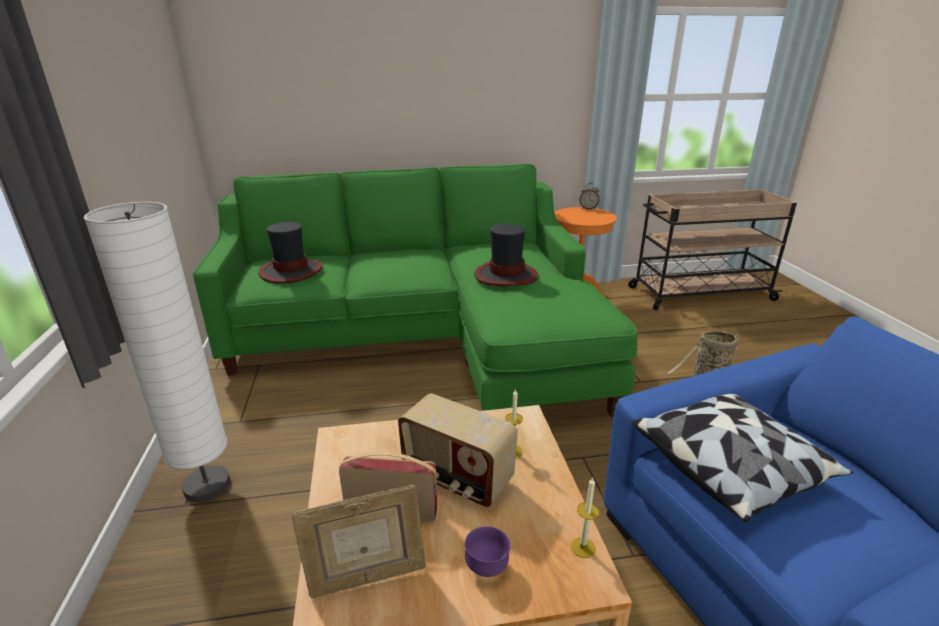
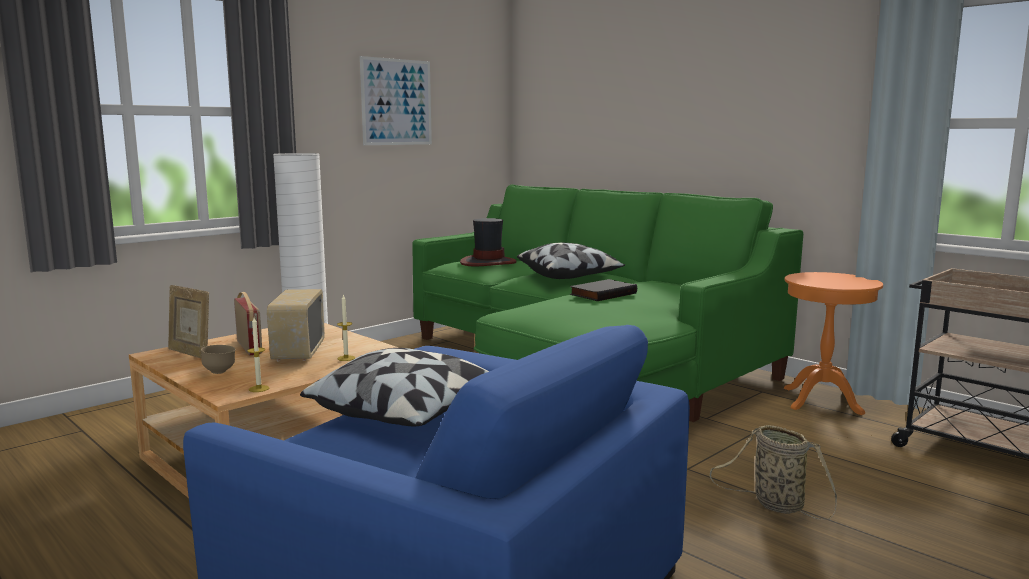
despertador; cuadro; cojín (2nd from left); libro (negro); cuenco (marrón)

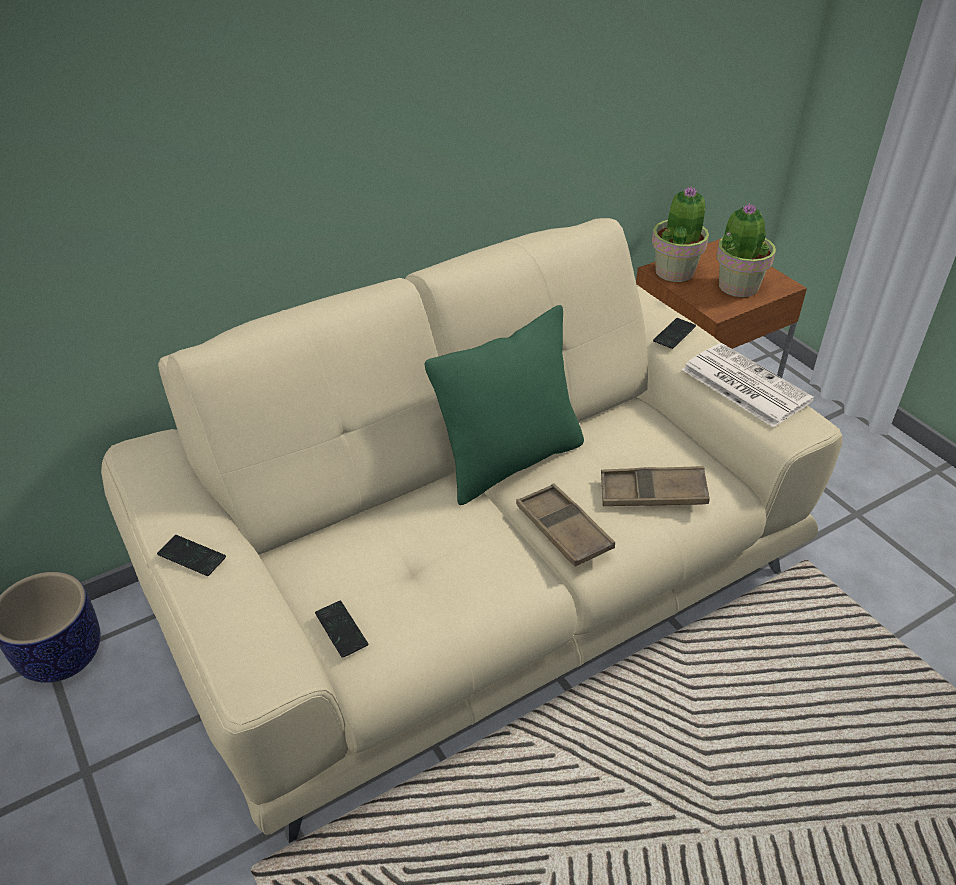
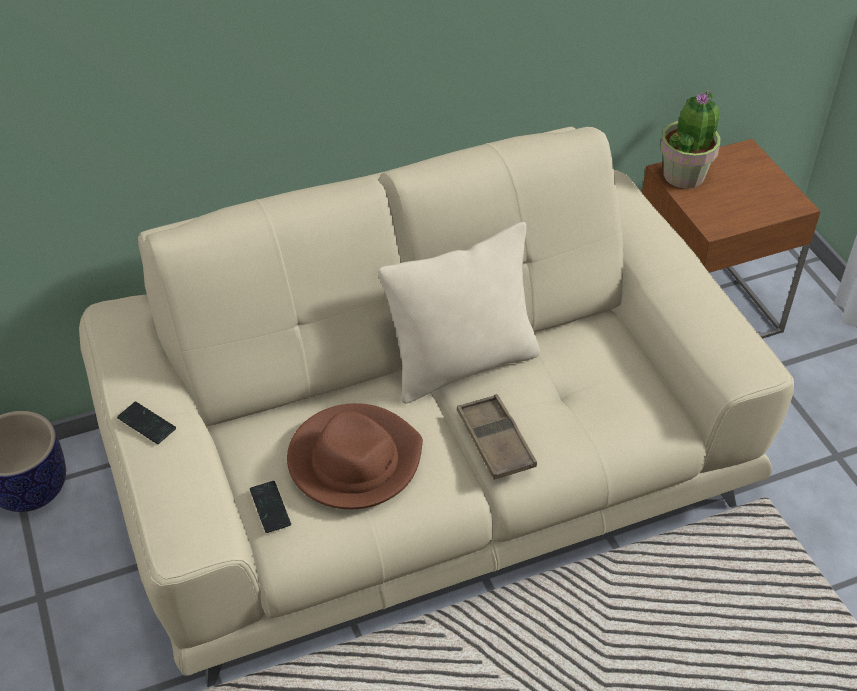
bandeja (marrón) (2nd from left in the first image); móvil (3rd from left in the first image); periódico; planta en maceta (2nd from left in the first image); sombrero (marrón); cojín (beis)

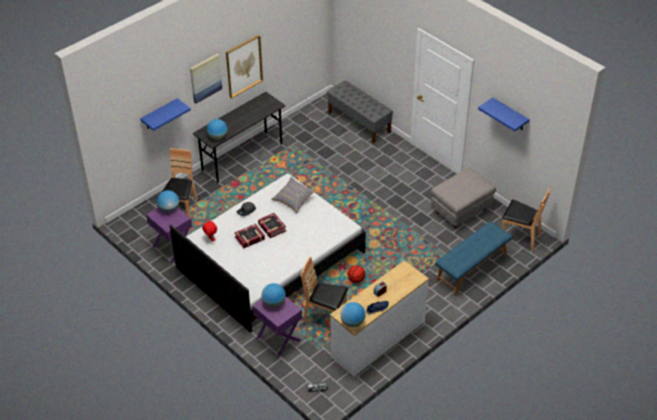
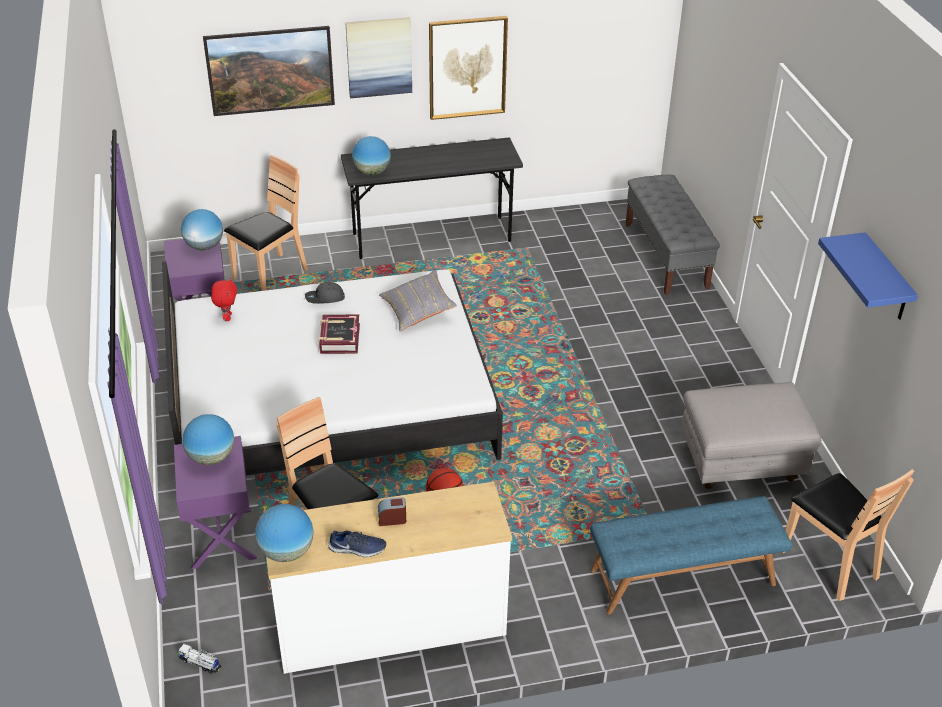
libro (1st from left in the first image); cuadro (1st from left)

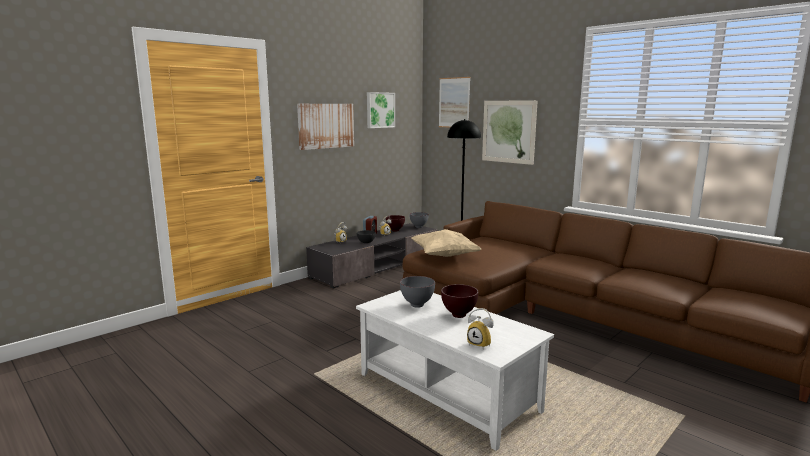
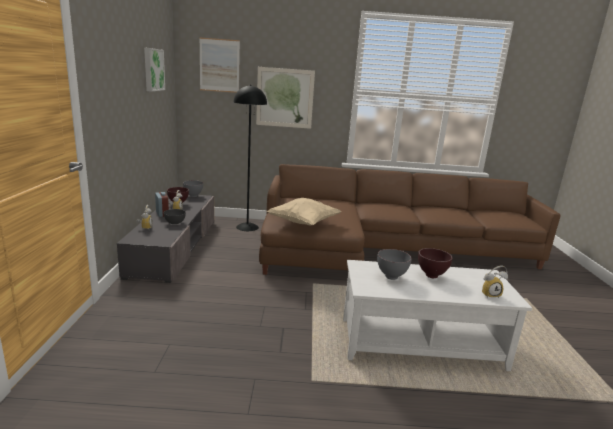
cuadro (1st from left in the first image)

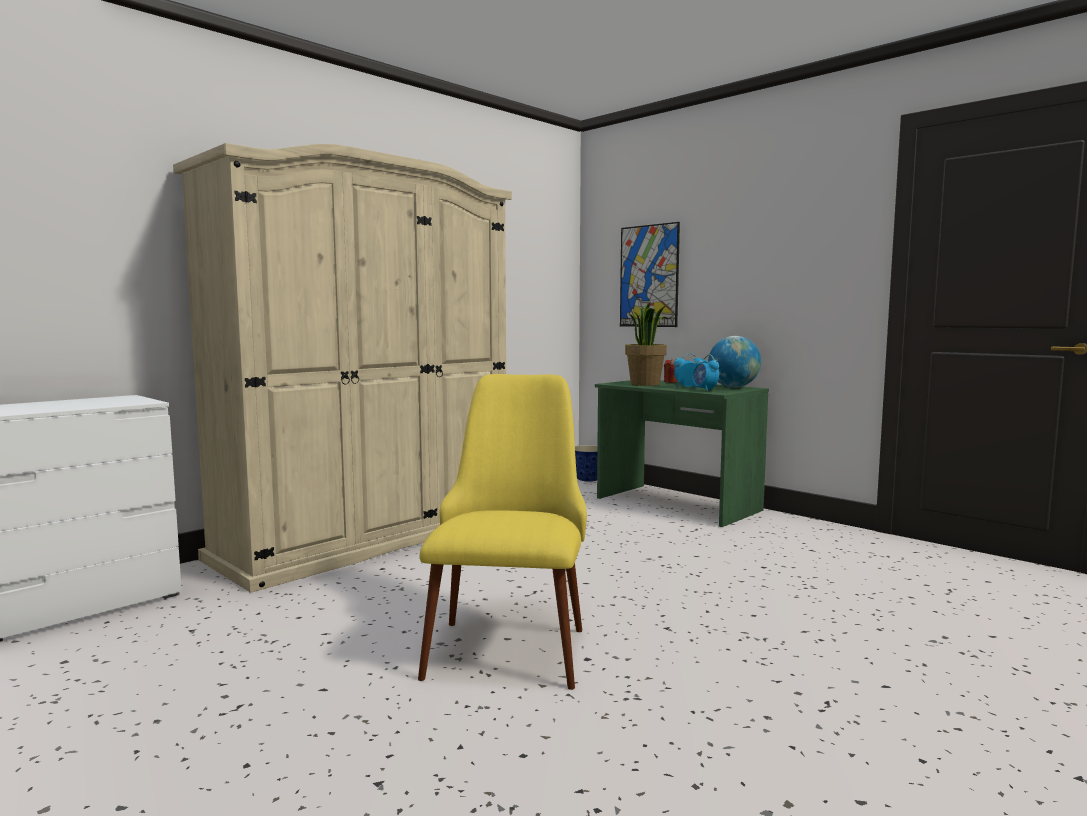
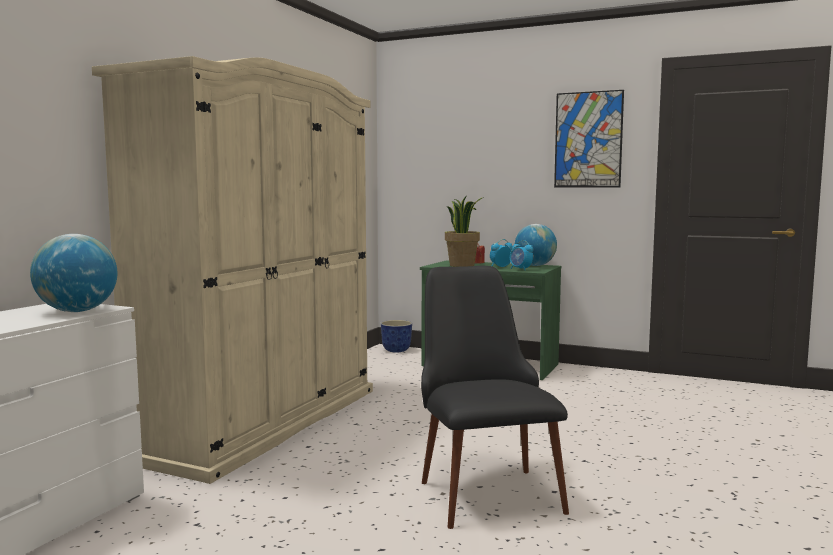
globo terráqueo (1st from left); cuadro; silla (negro)

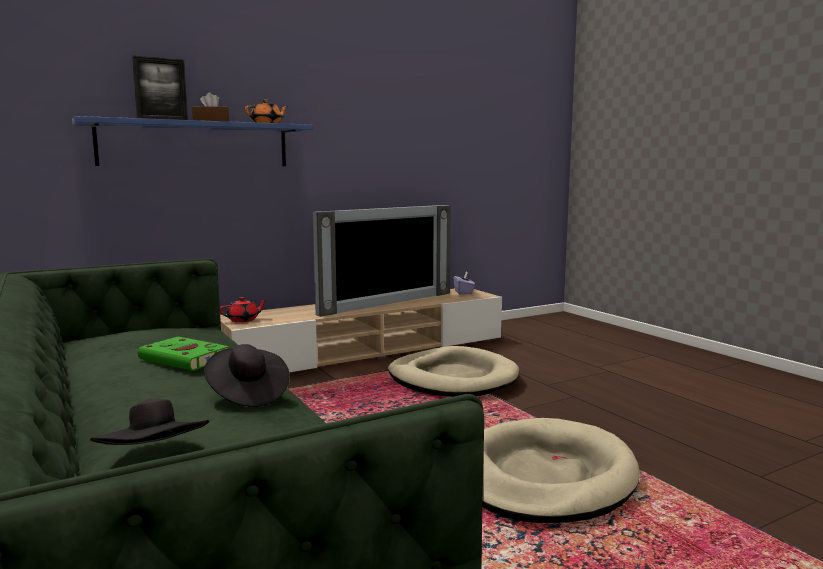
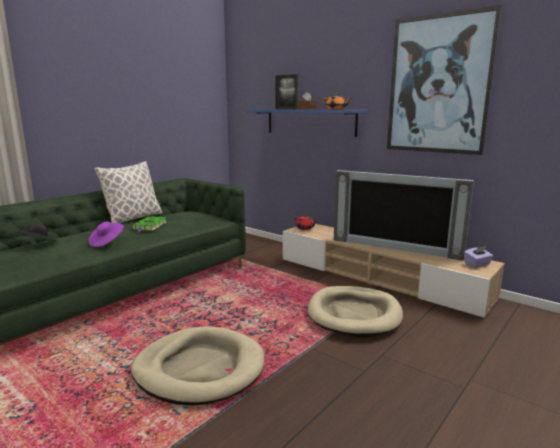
cojín; cuadro; sombrero (morado)

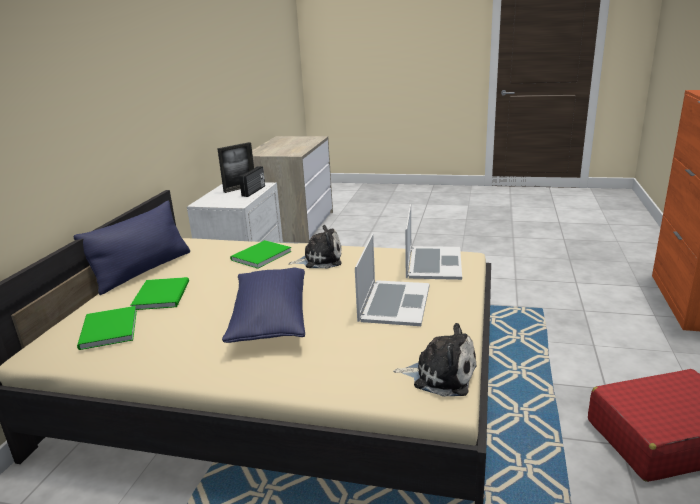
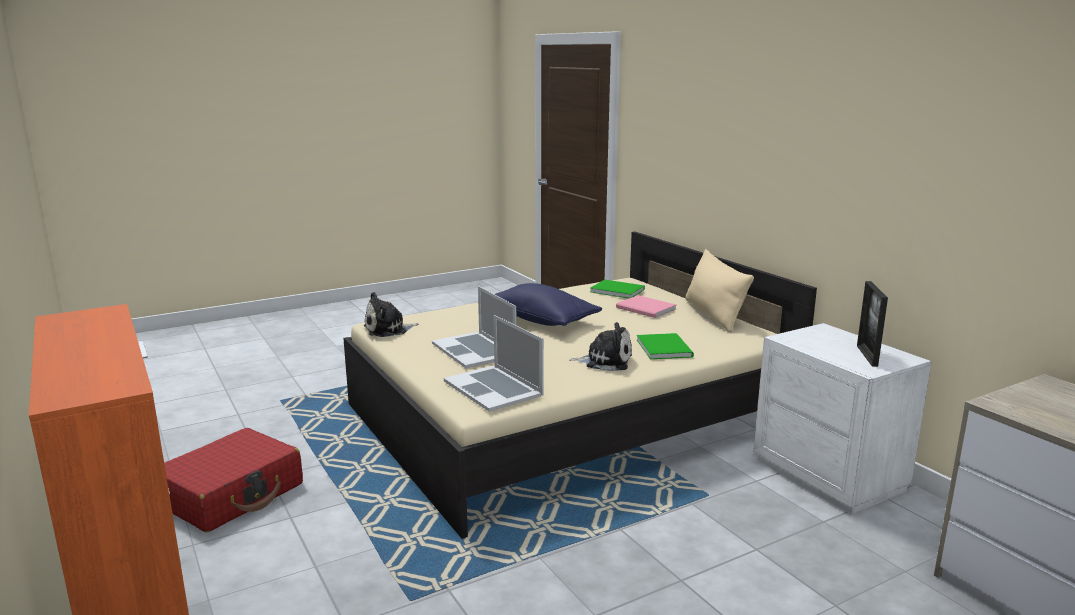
radio; cojín (beis); libro (rosa); peluche (2nd from left)

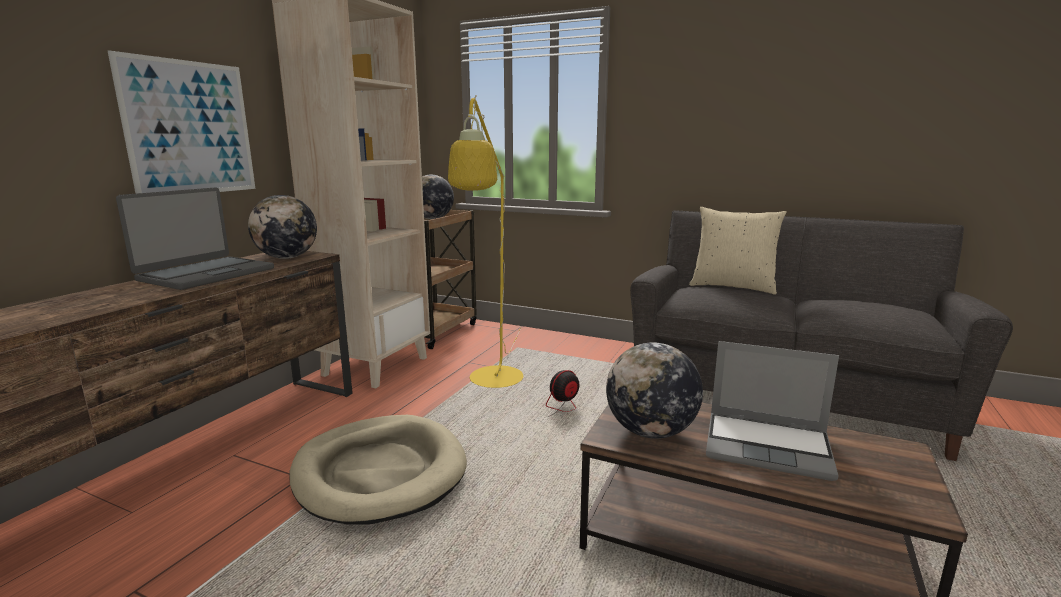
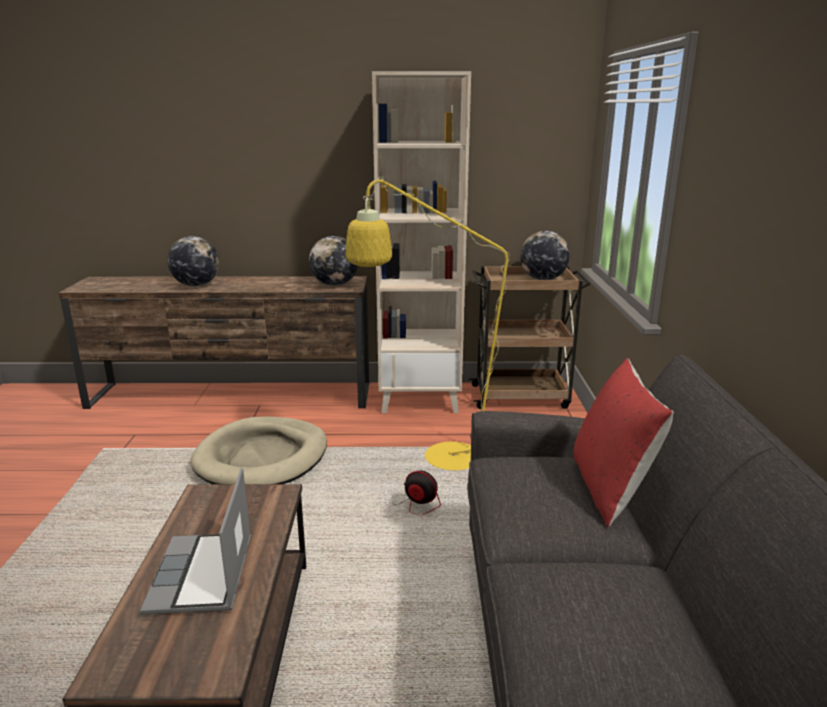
cuadro; portátil (1st from left in the first image); globo terráqueo (1st from left); cojín (rojo)

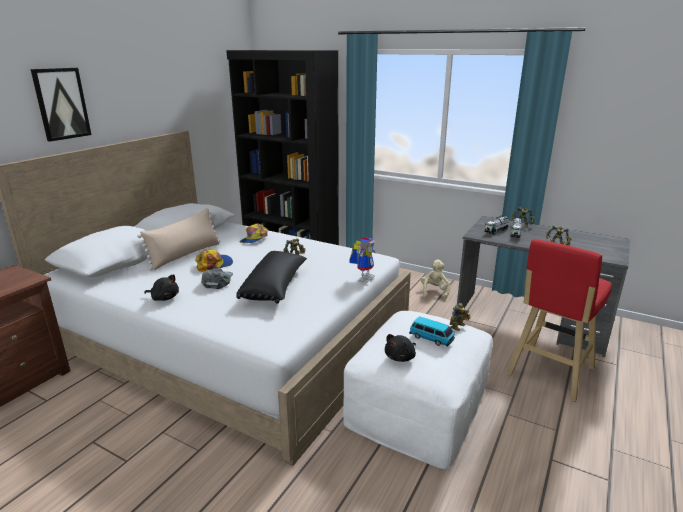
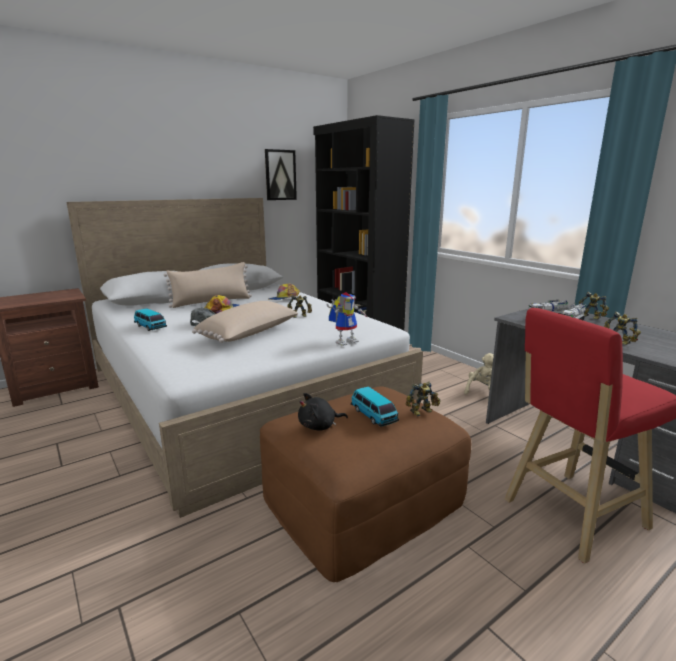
cuadro; coche de juguete (1st from left); cojín (beis) (2nd from left); puf (marrón)

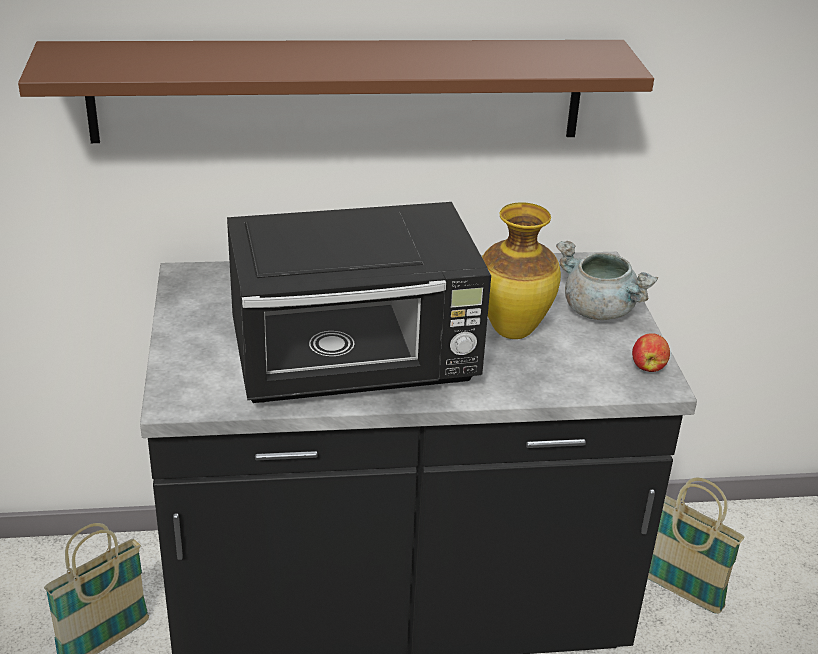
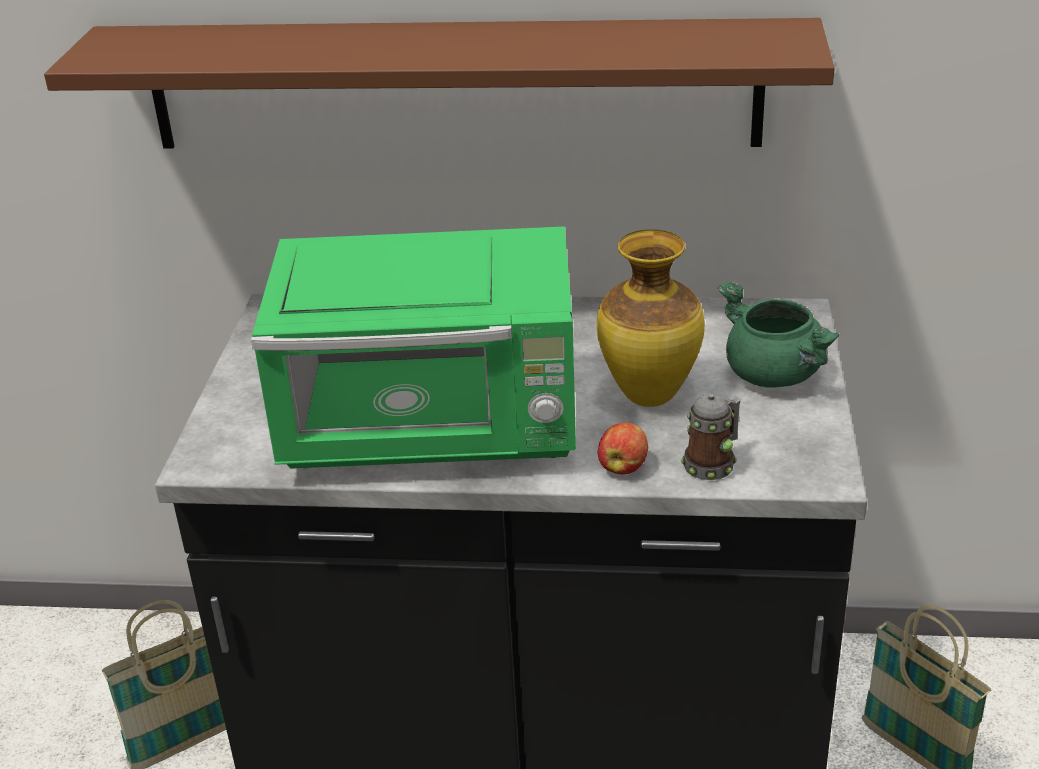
taza grande; manzana; microondas (verde); olla (verde)

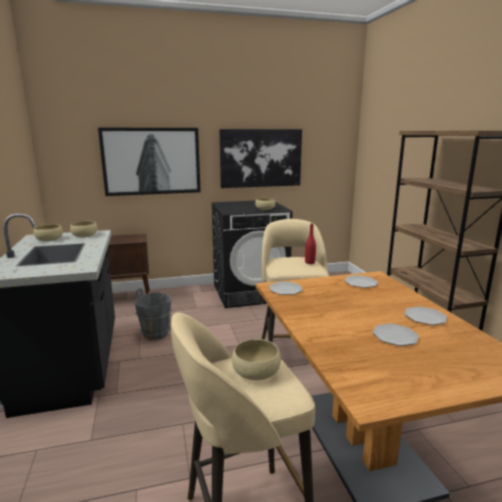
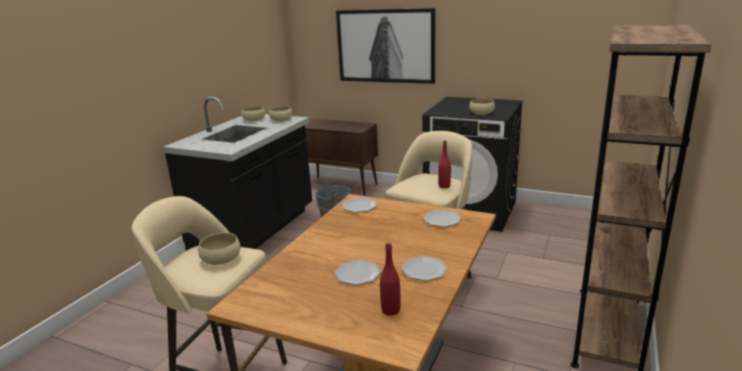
cuadro (2nd from left in the first image); botella (rojo) (1st from left)

